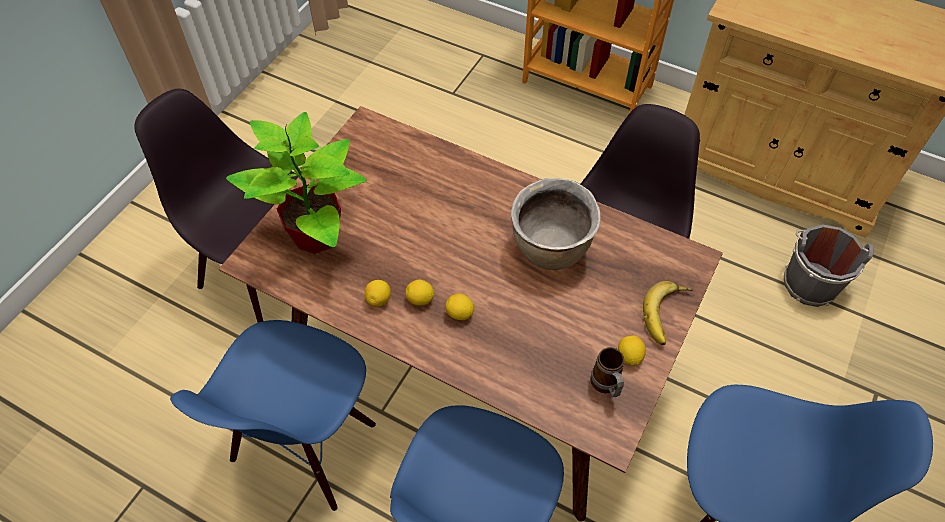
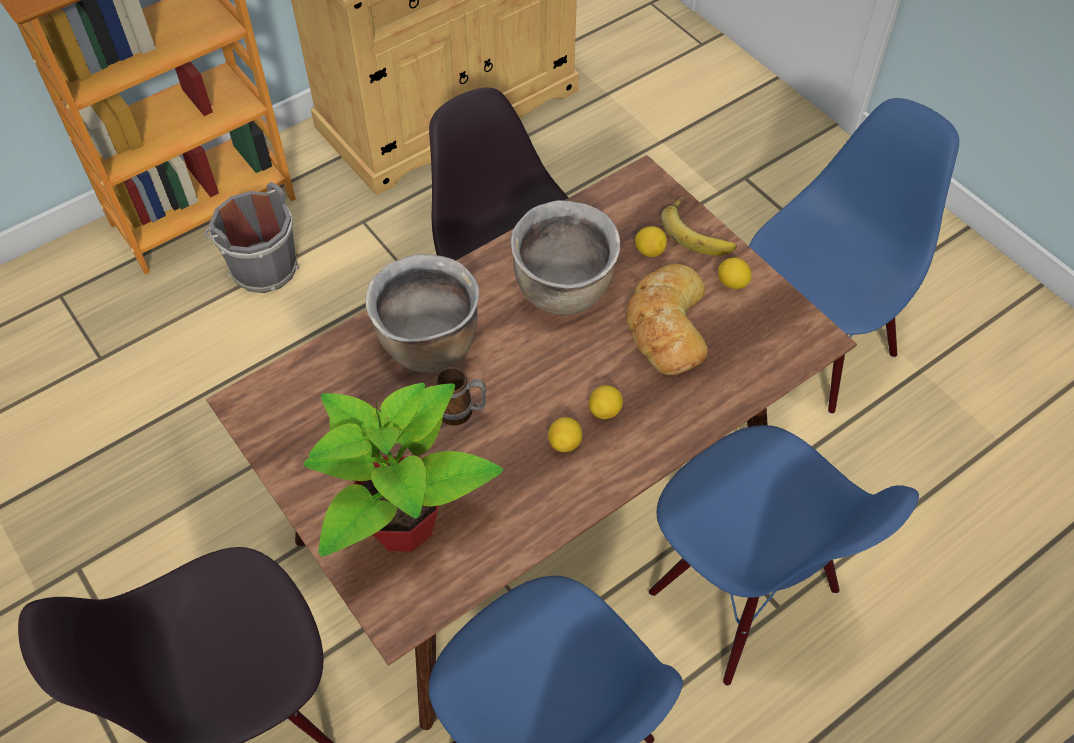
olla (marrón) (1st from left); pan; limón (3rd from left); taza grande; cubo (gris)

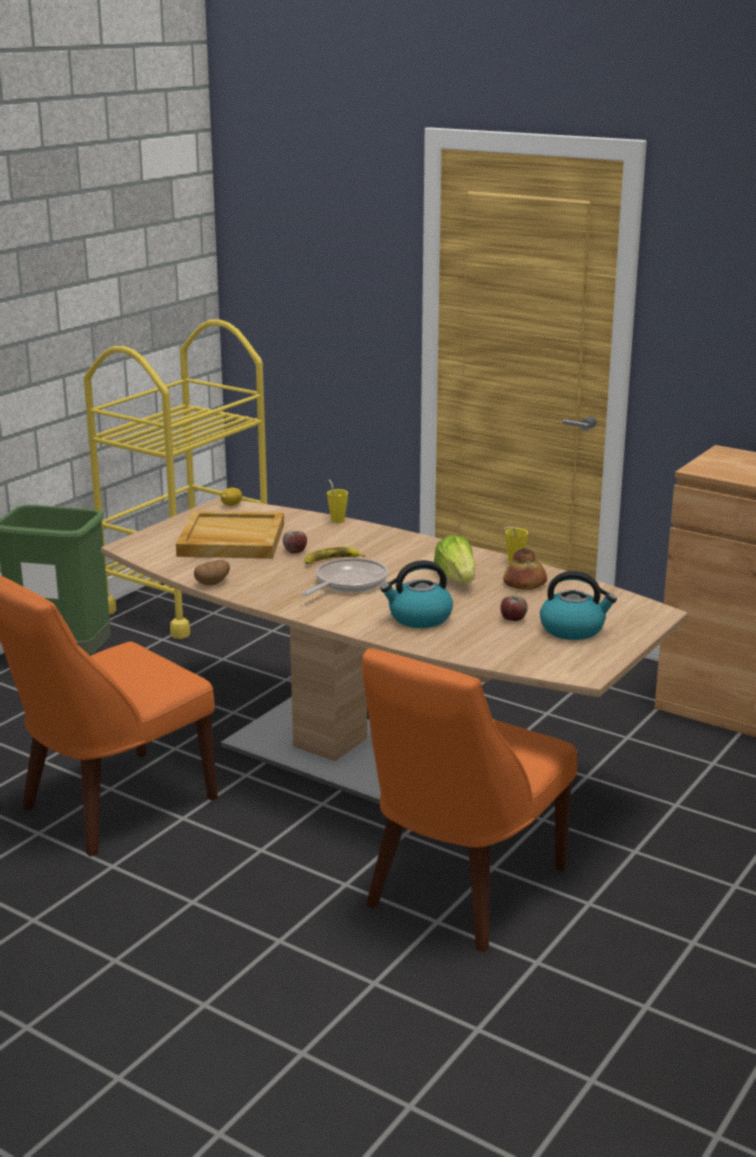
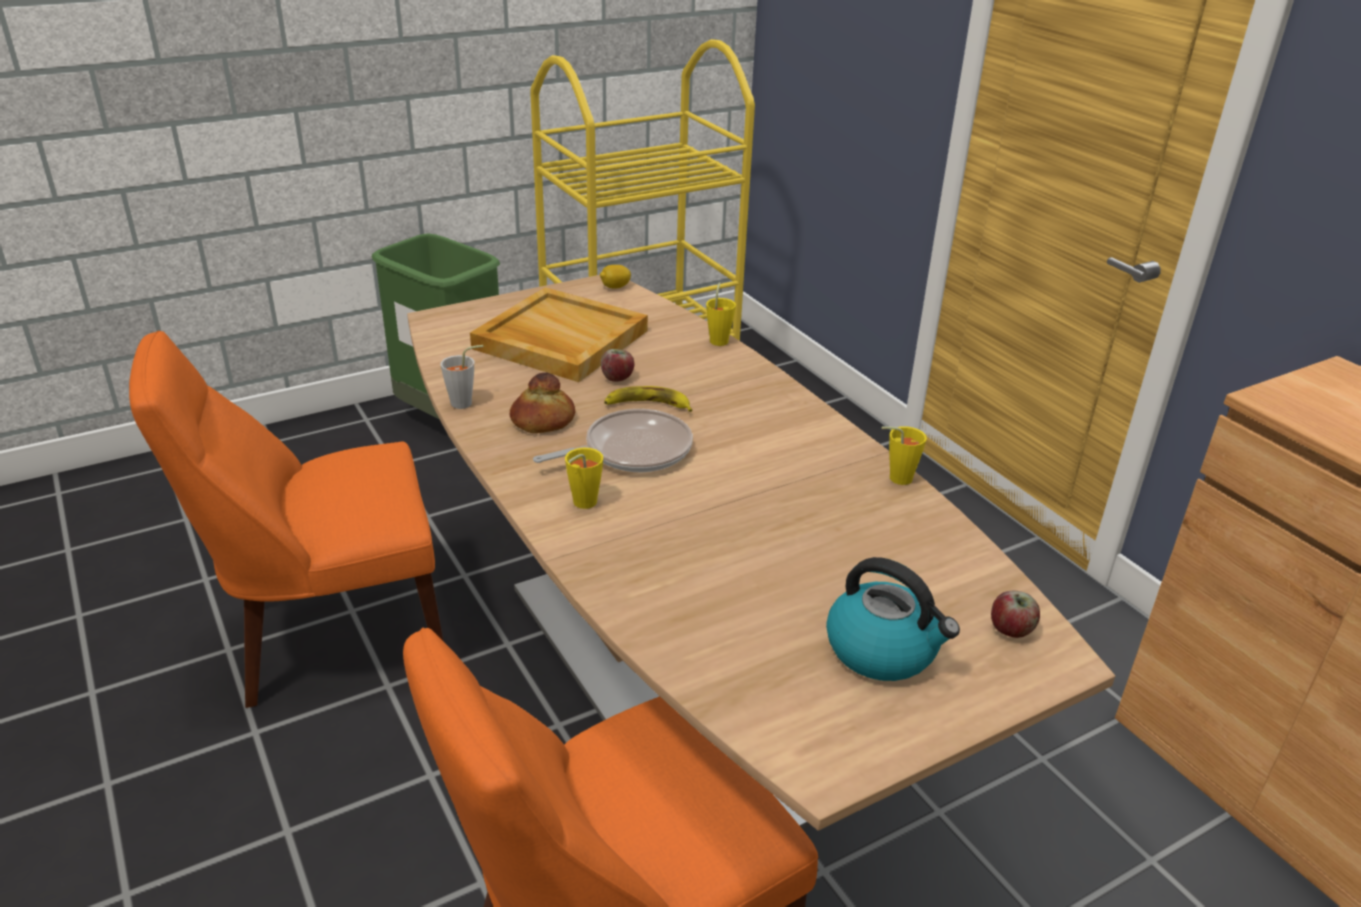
hervidor (1st from left in the first image); lechuga; taza (amarillo) (1st from left); manzana (2nd from left); pan; taza (gris)

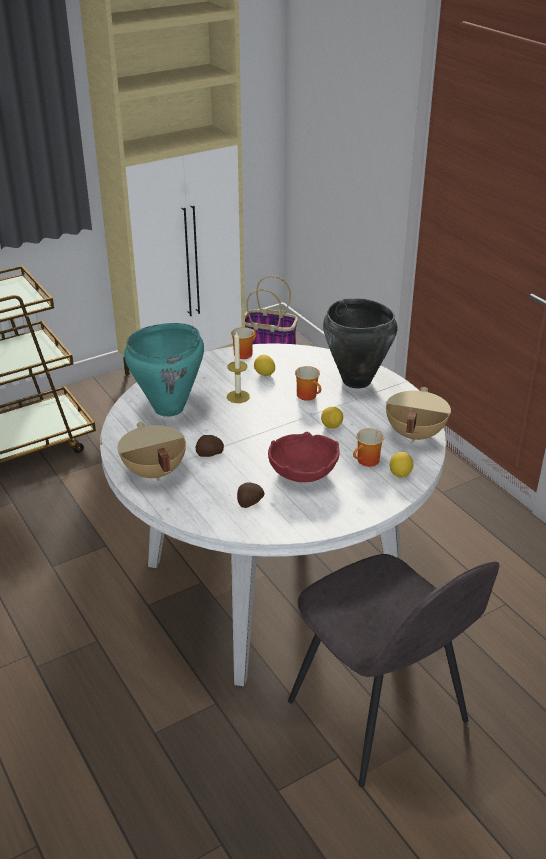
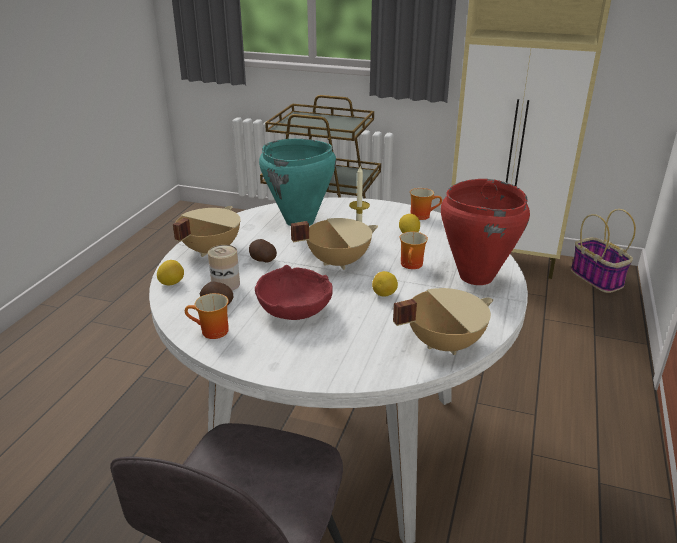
lata; olla (beis) (2nd from left); taza grande (1st from left); limón (1st from left); olla (rojo)

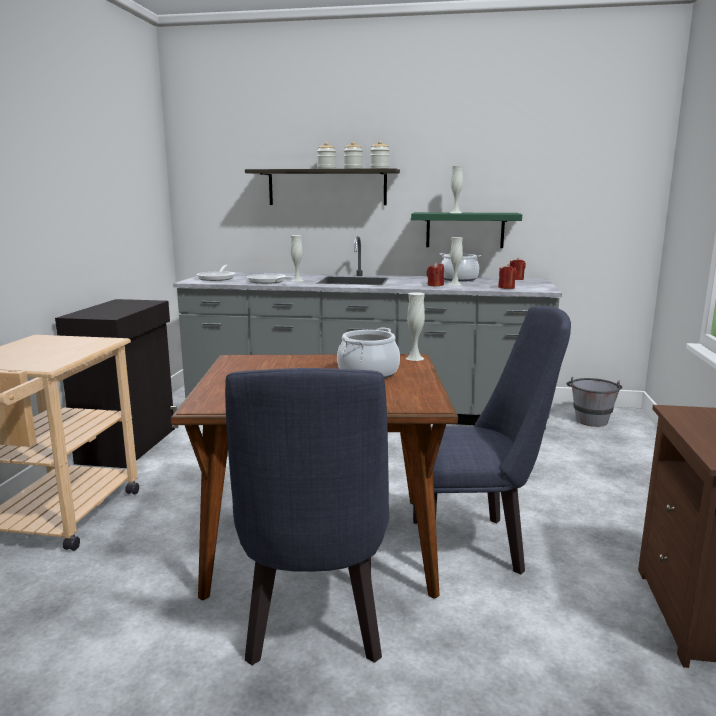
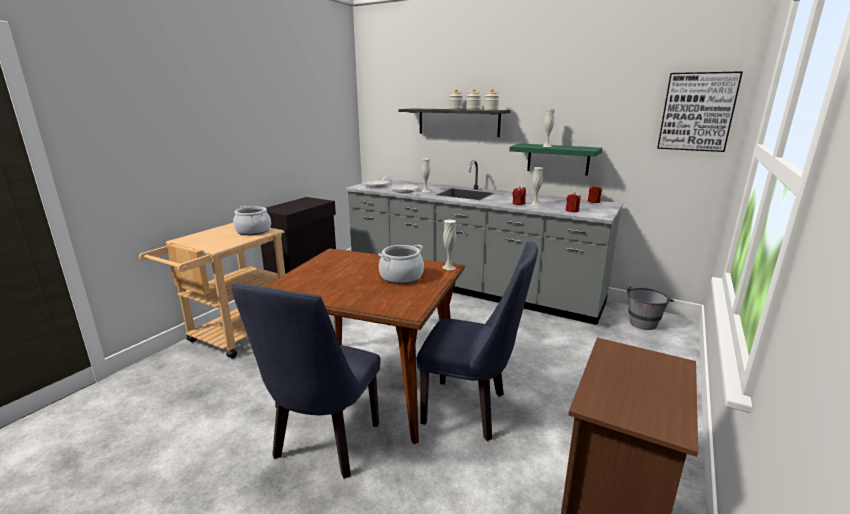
cuadro; olla (1st from left)

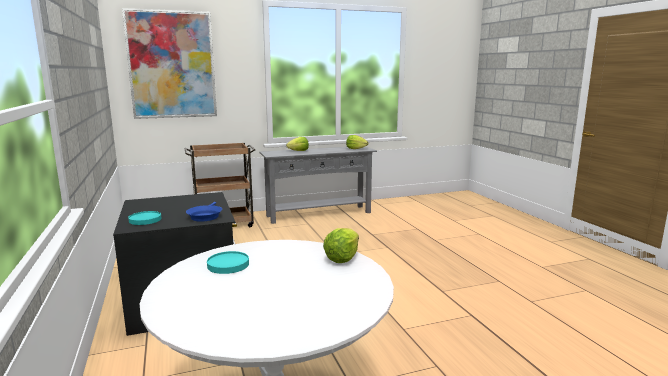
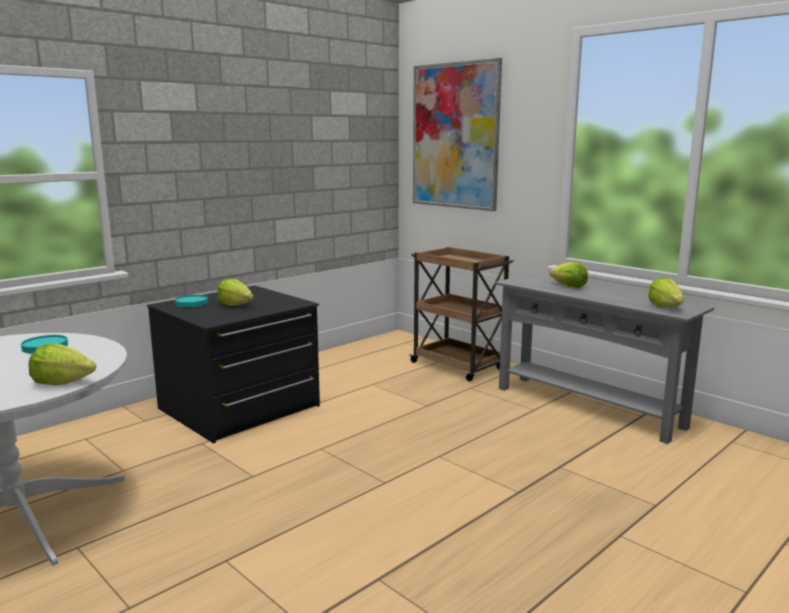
sartén (azul); lechuga (2nd from left)

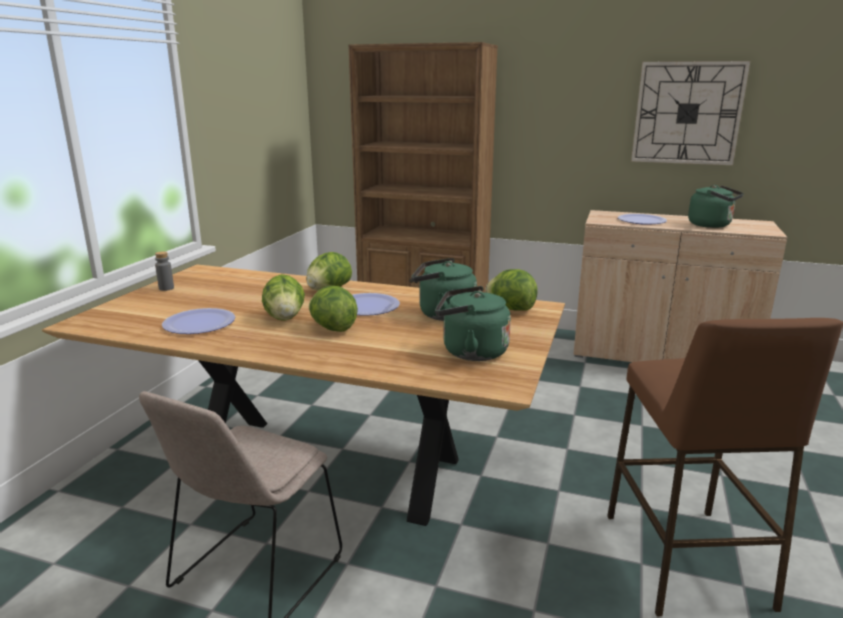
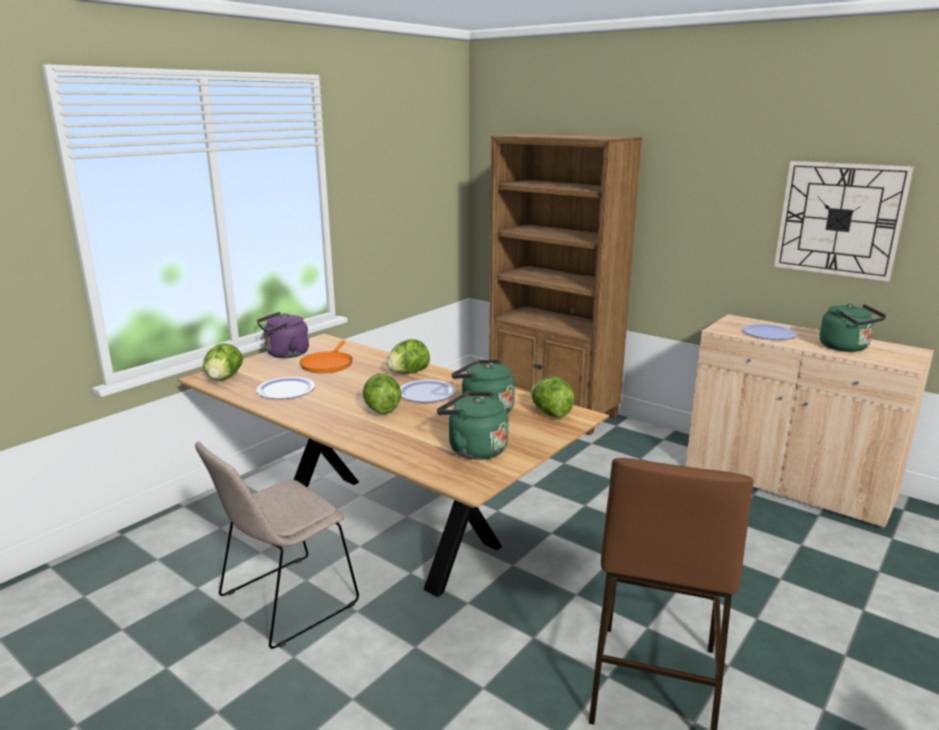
sartén (naranja); lechuga (1st from left); hervidor (morado)

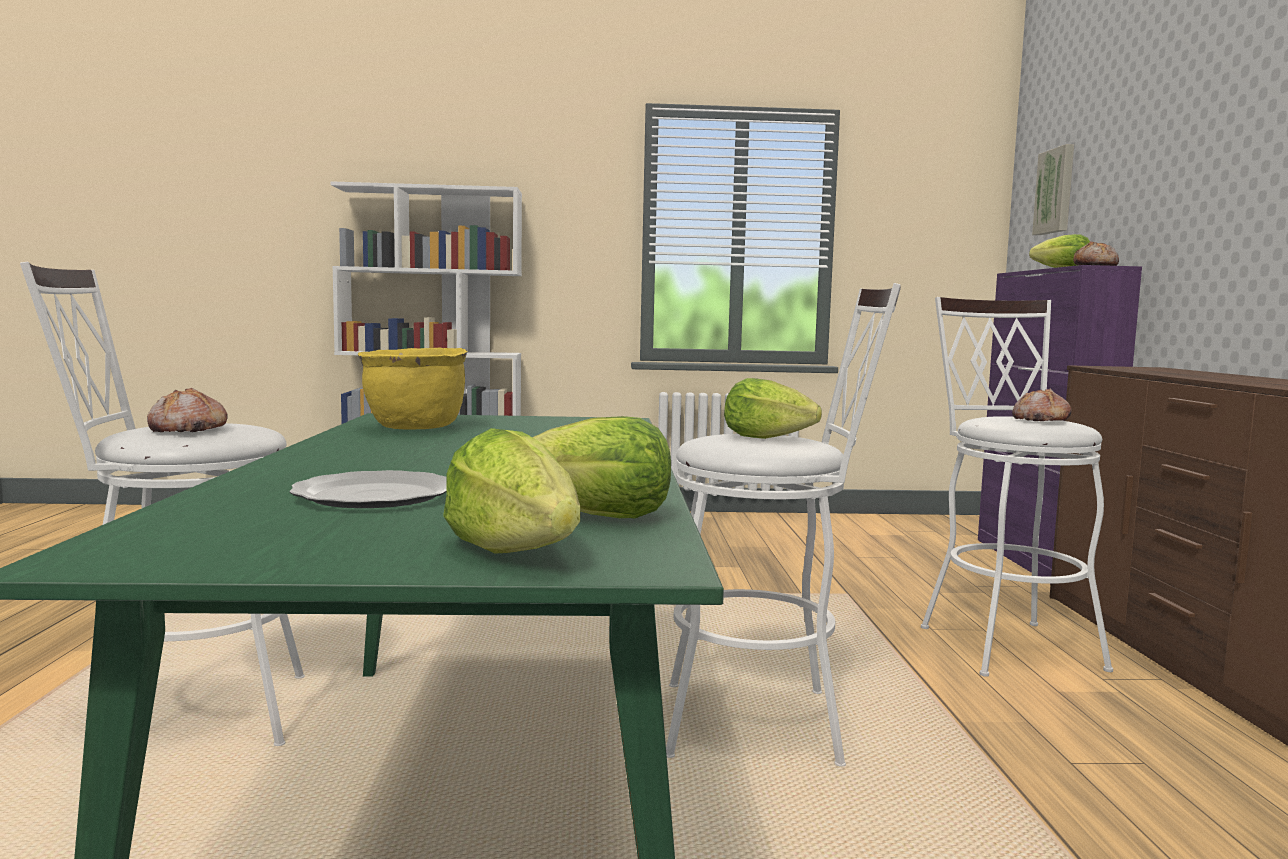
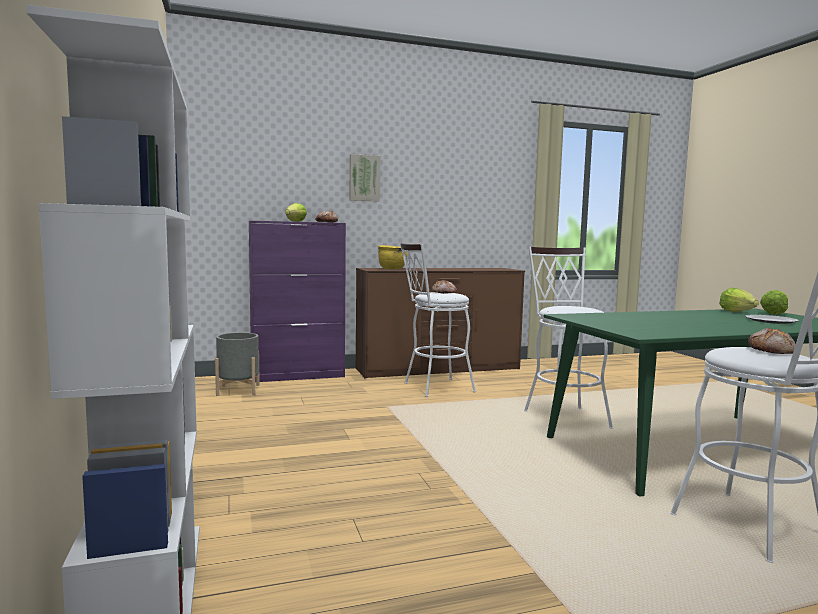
lechuga (3rd from left in the first image); maceta (gris); olla (amarillo); cuadro

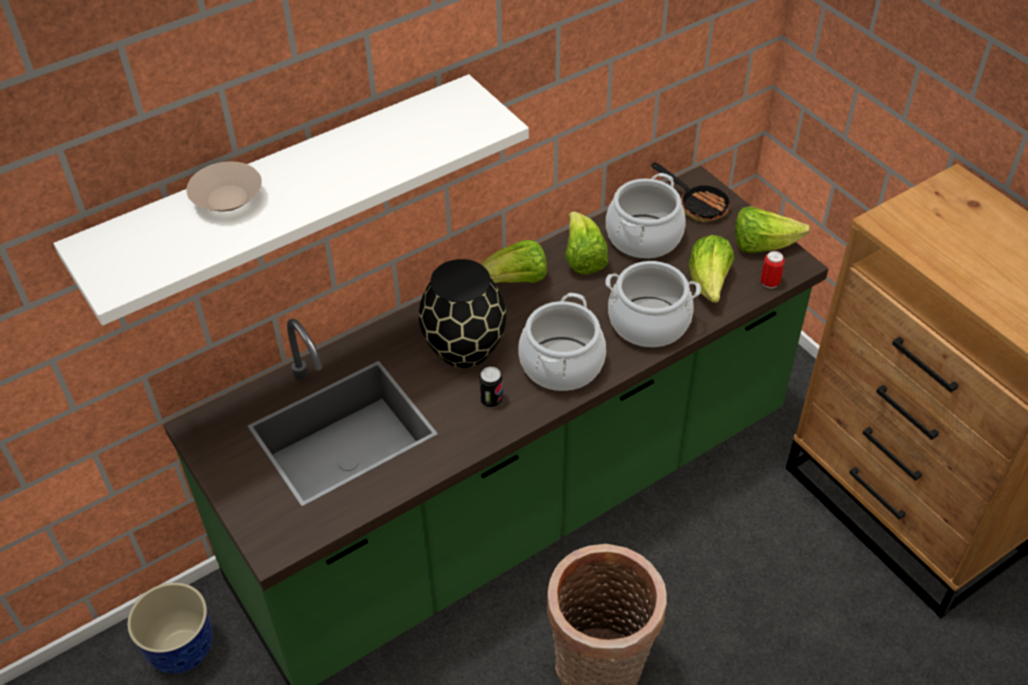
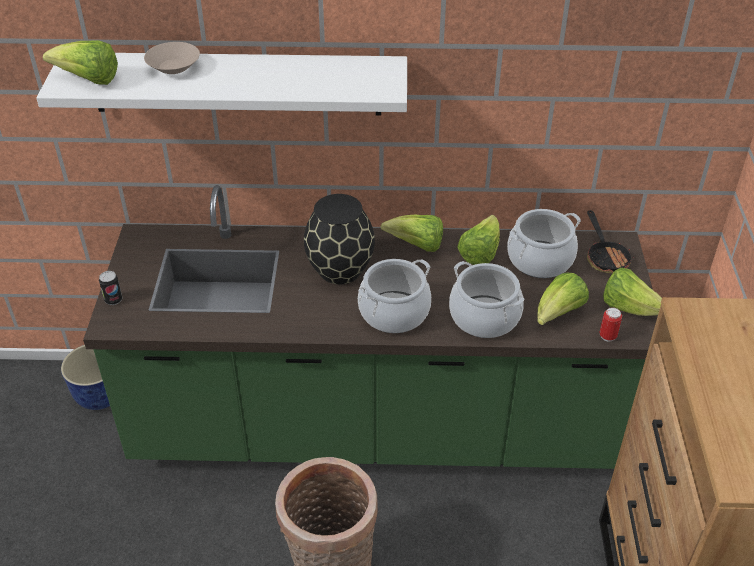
lechuga (1st from left); lata (1st from left)

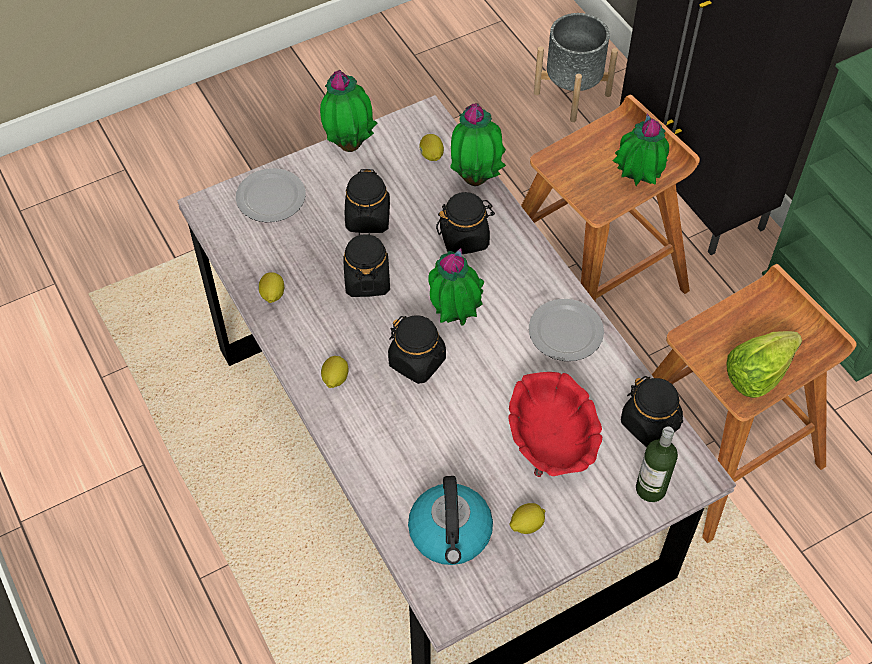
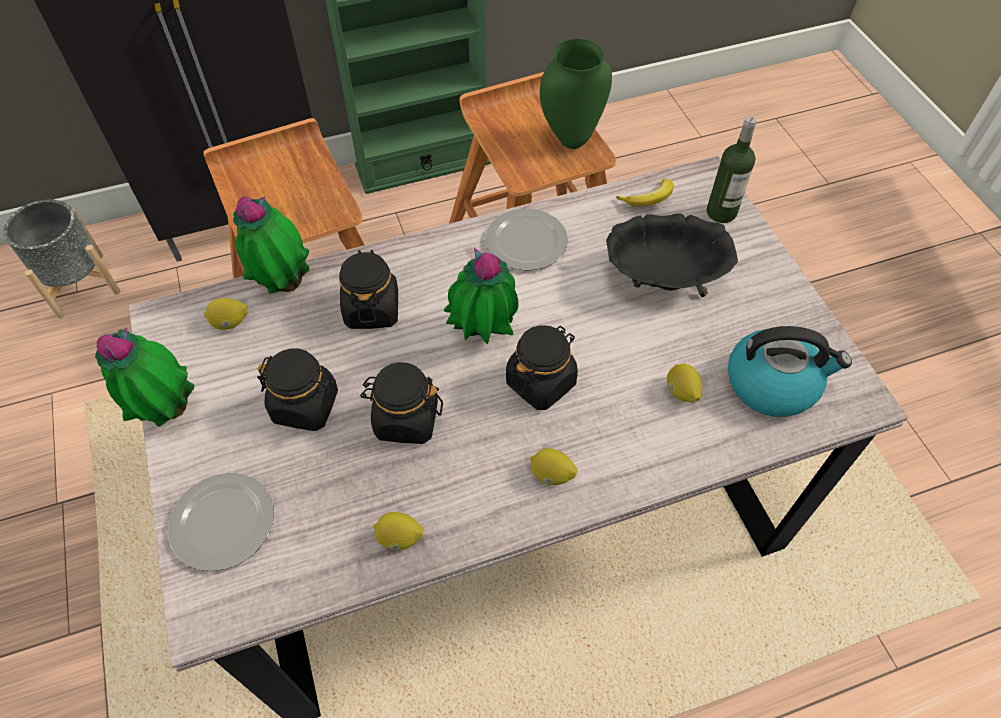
planta en maceta (4th from left in the first image); limón (4th from left); plátano; florero (verde); cuenco (negro)

